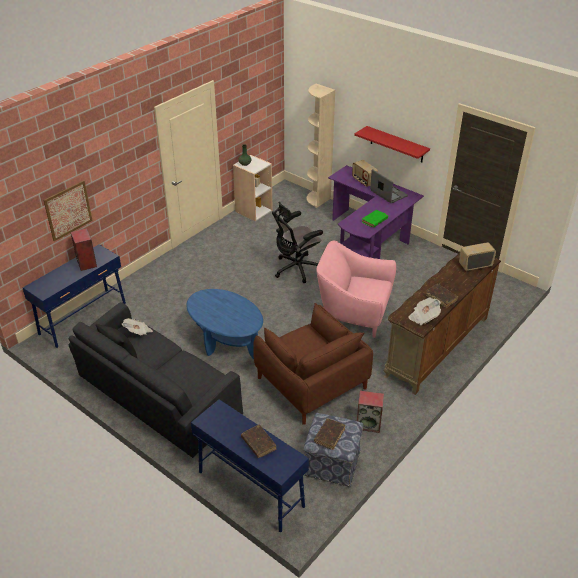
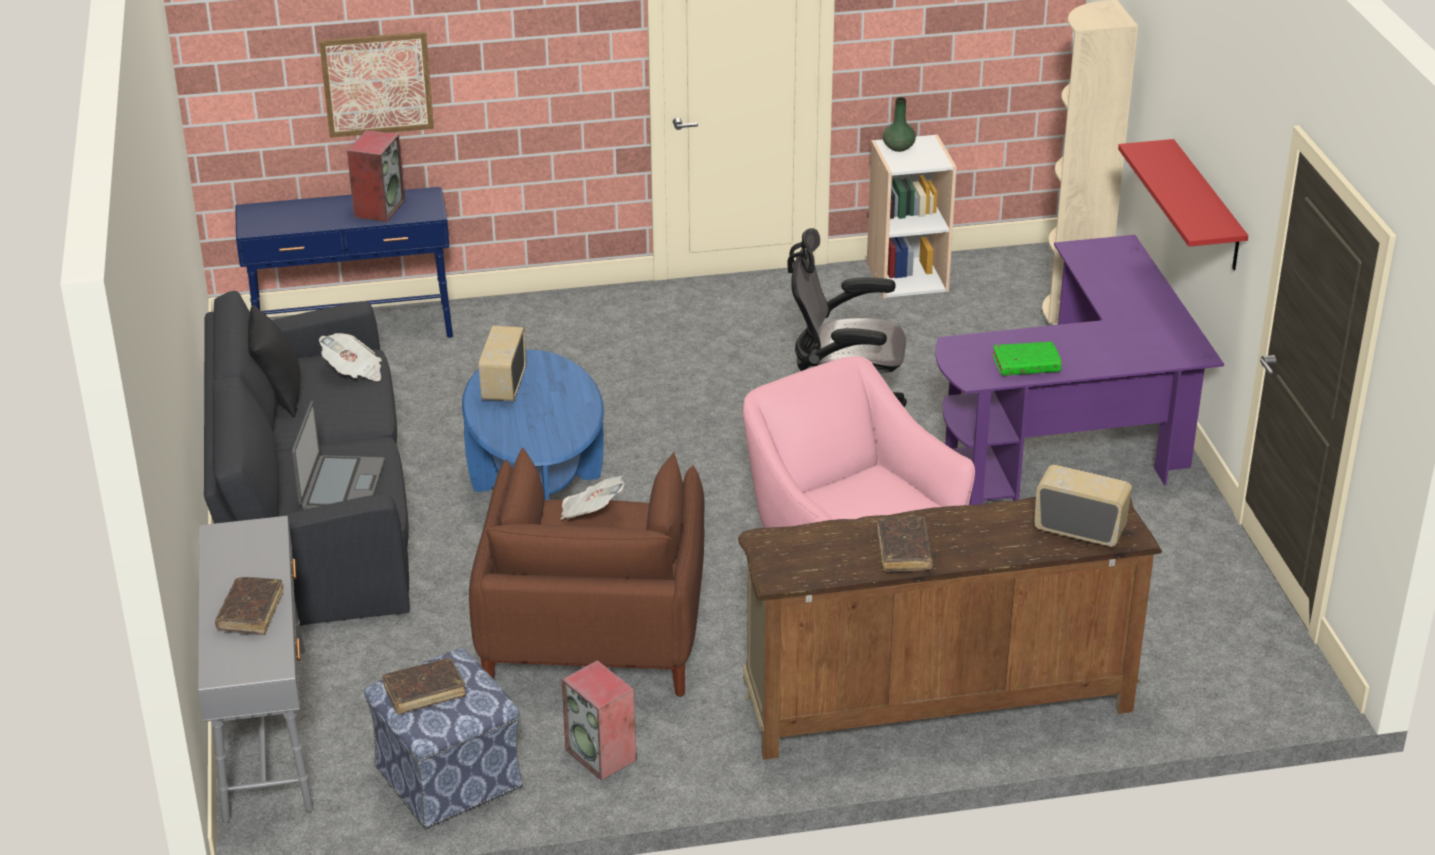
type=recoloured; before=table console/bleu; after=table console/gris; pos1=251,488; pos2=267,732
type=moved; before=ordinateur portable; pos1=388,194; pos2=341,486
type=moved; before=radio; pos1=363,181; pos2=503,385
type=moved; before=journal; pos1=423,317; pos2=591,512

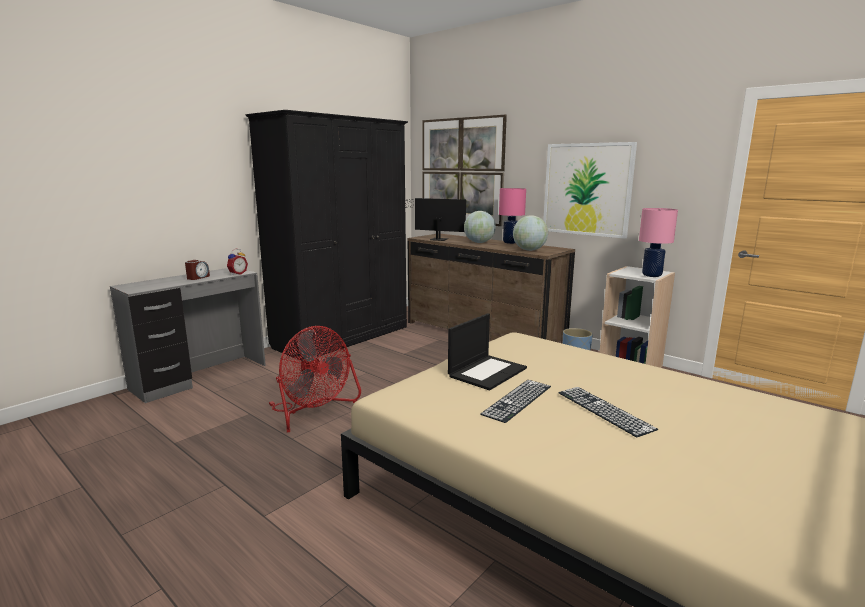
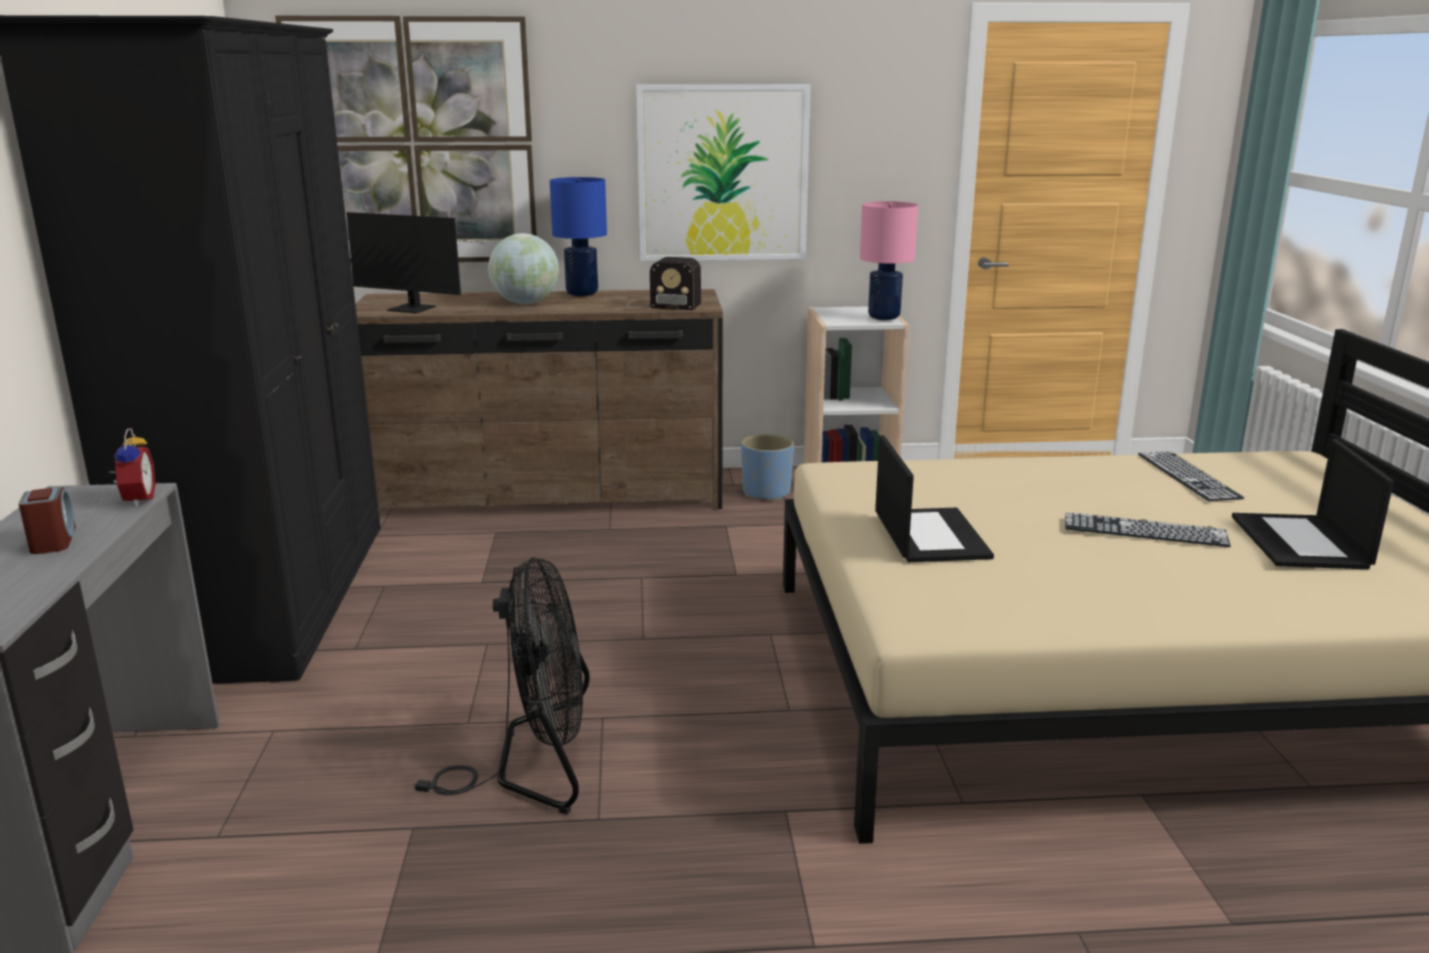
type=turned; before=écran d'ordinateur; pos1=436,239; pos2=416,309; turn=-135
type=recoloured; before=ventilateur/rouge; after=ventilateur/noir; pos1=311,412; pos2=532,759
type=recoloured; before=lampe de table/rose; after=lampe de table/bleu; pos1=510,243; pos2=582,295
type=replaced; before=globe; after=radio; pos1=529,250; pos2=660,304
type=moved; before=clavier; pos1=517,400; pos2=1188,476
type=added; after=ordinateur portable; pos2=1301,542

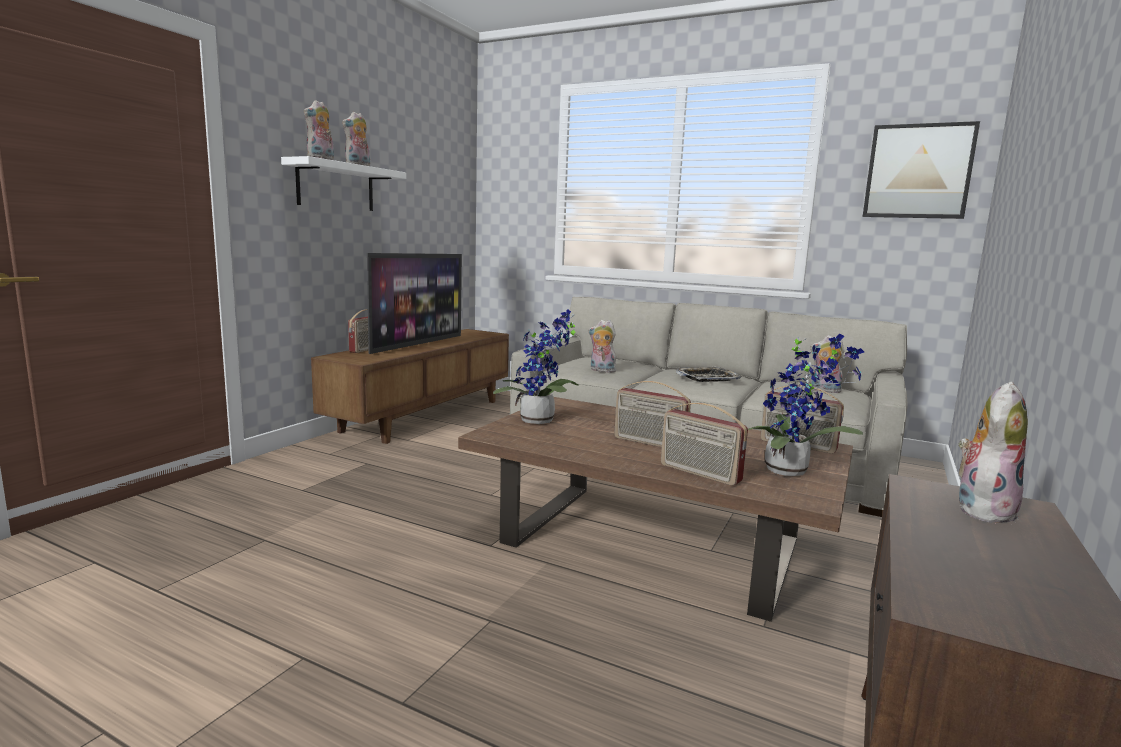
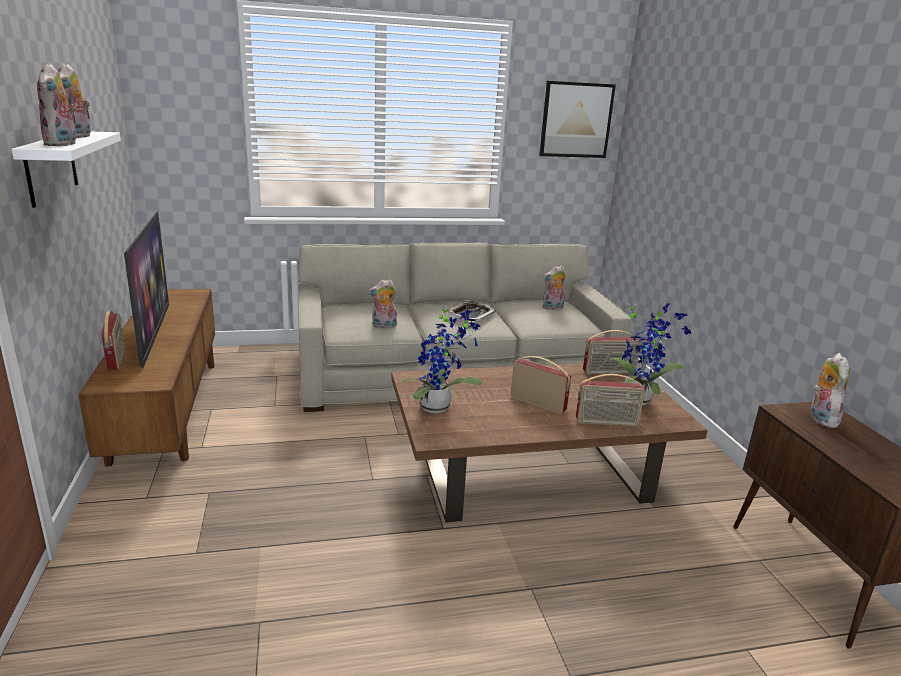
type=turned; before=radio; pos1=649,443; pos2=538,403; turn=-135

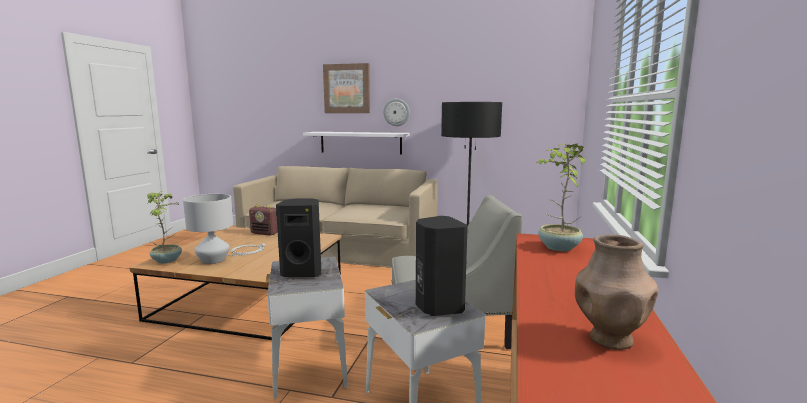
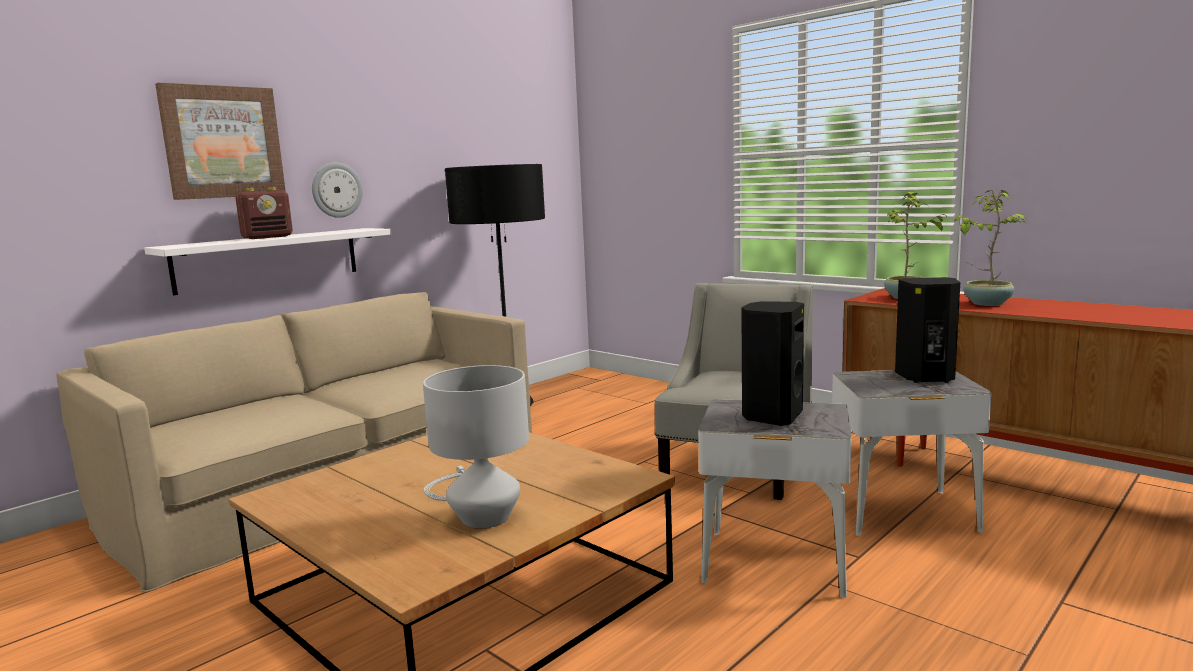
type=moved; before=radio; pos1=265,233; pos2=268,237
type=moved; before=plante en pot; pos1=167,260; pos2=986,303
type=removed; before=vase/marron; pos1=609,339

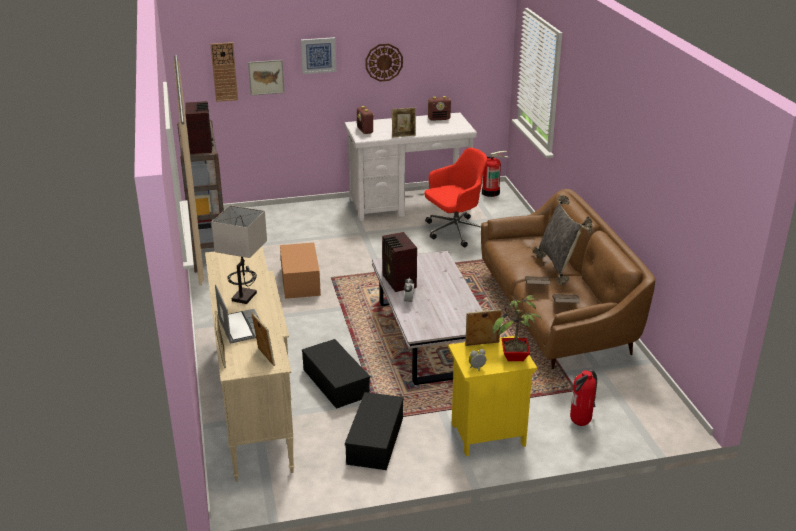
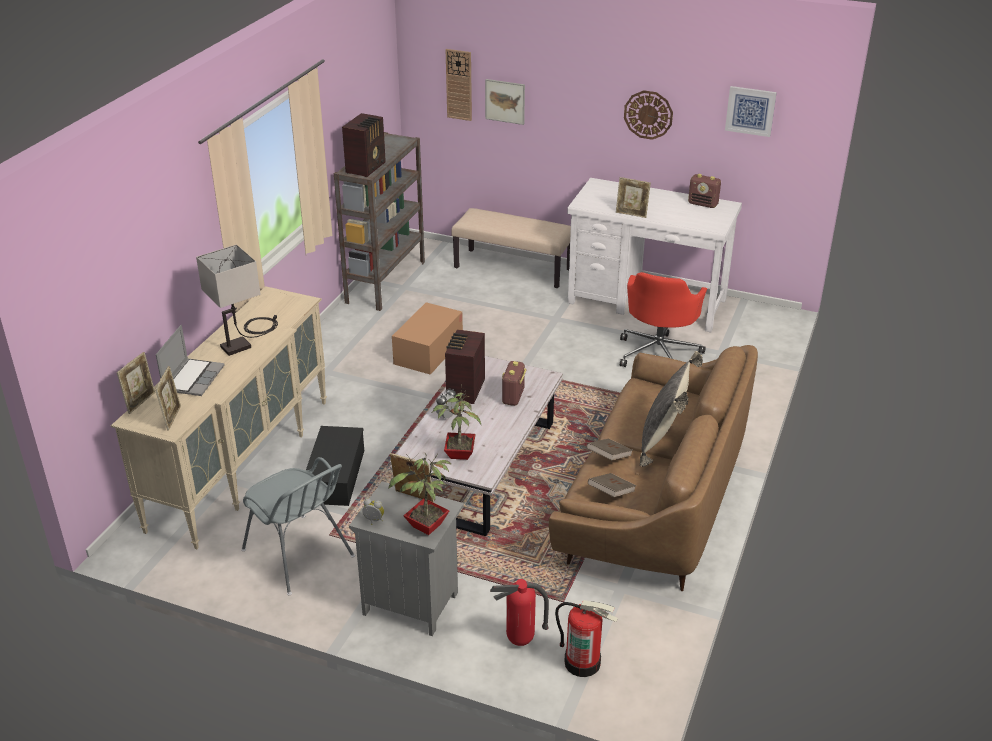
type=replaced; before=boîte de rangement/noir; after=chaise/gris; pos1=376,441; pos2=300,555
type=recoloured; before=table de chevet/jaune; after=table de chevet/gris; pos1=486,433; pos2=410,601
type=added; after=plante en pot; pos2=458,454
type=added; after=banc/beige; pos2=513,268
type=moved; before=radio; pos1=365,130; pos2=513,397
type=moved; before=extincteur; pos1=490,192; pos2=583,662
type=turned; before=chaise de bureau/rouge; pos1=454,231; pos2=658,353; turn=105
type=moved; before=tableau; pos1=318,55; pos2=750,111

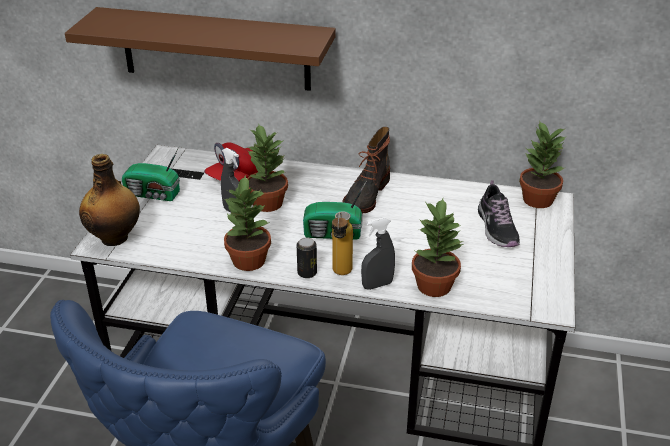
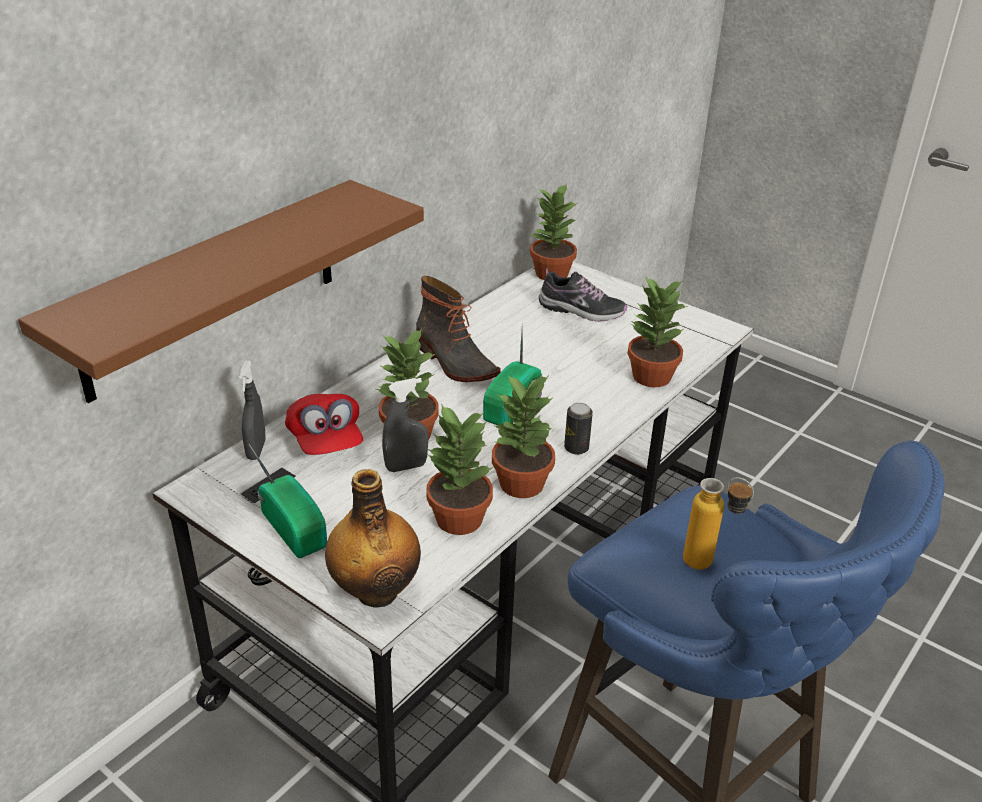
type=moved; before=vaporisateur/gris; pos1=377,285; pos2=256,450
type=turned; before=radio; pos1=153,194; pos2=295,527; turn=-75
type=added; after=plante en pot; pos2=457,519
type=moved; before=bouteille; pos1=341,275; pos2=708,566

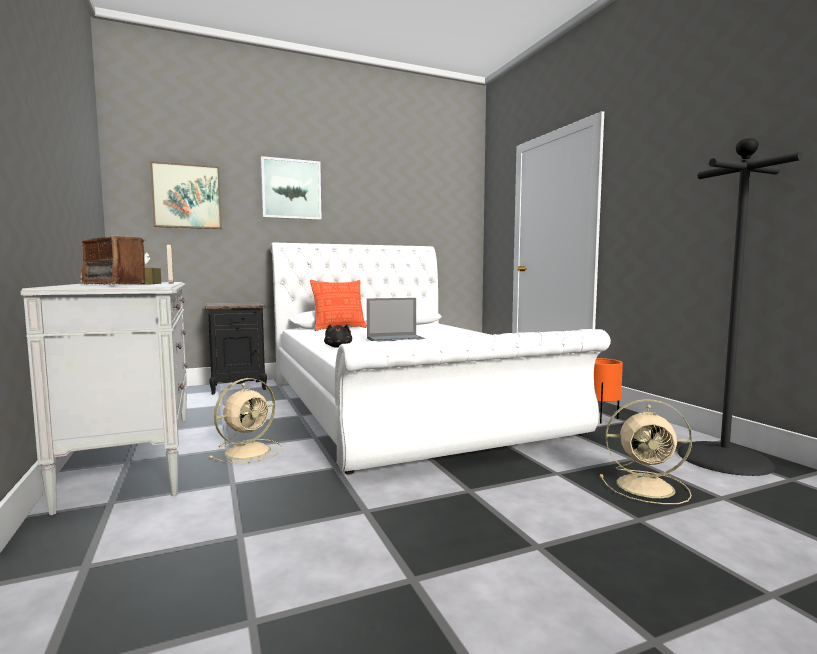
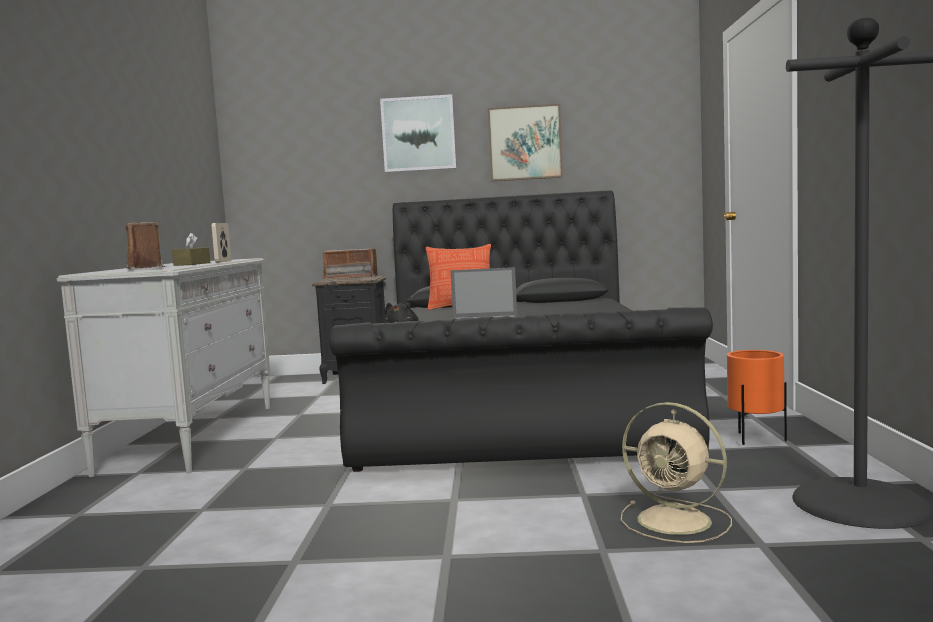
type=added; after=radio; pos2=351,278
type=recoloured; before=lit/blanc; after=lit/noir; pos1=403,403; pos2=515,404
type=moved; before=tableau; pos1=187,196; pos2=525,143
type=removed; before=ventilateur/beige; pos1=249,451

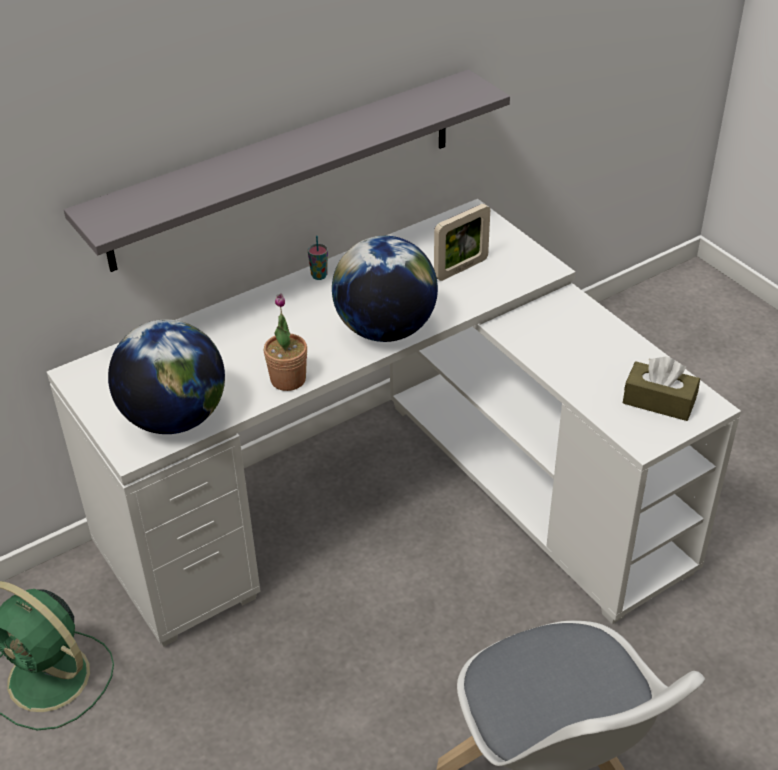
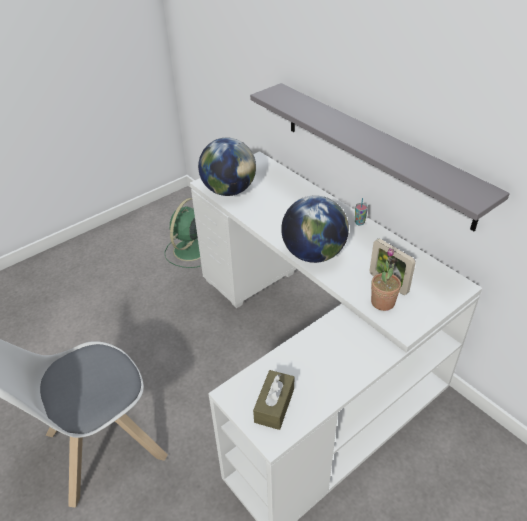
type=moved; before=plante en pot; pos1=288,379; pos2=382,302

